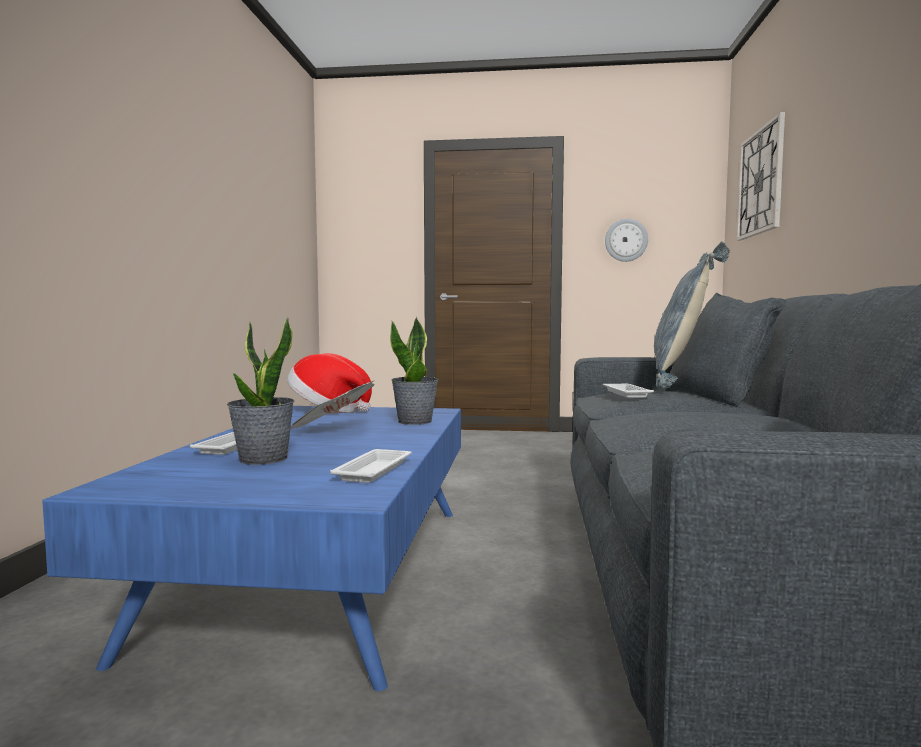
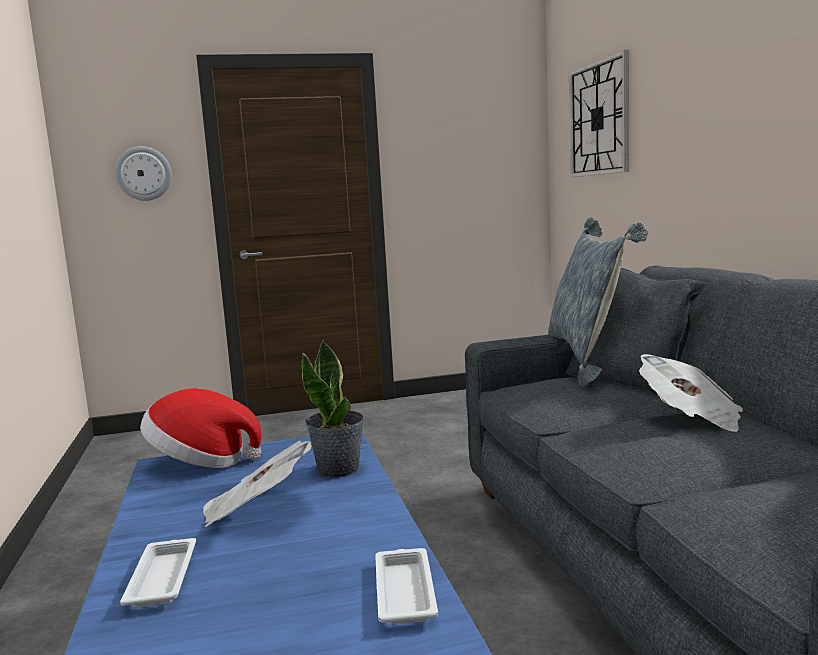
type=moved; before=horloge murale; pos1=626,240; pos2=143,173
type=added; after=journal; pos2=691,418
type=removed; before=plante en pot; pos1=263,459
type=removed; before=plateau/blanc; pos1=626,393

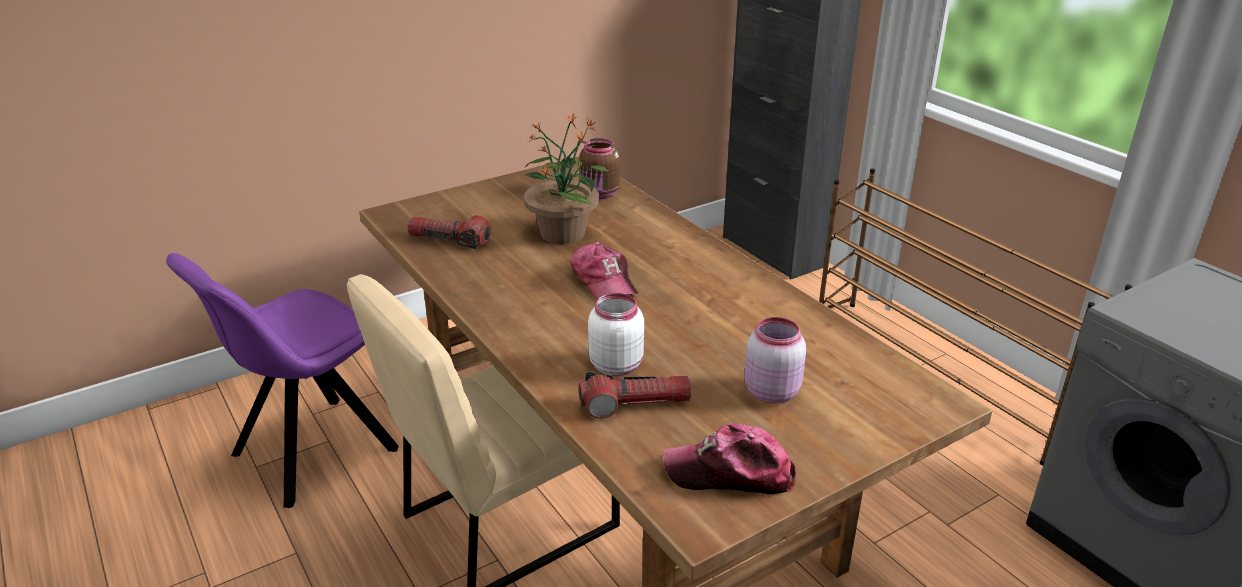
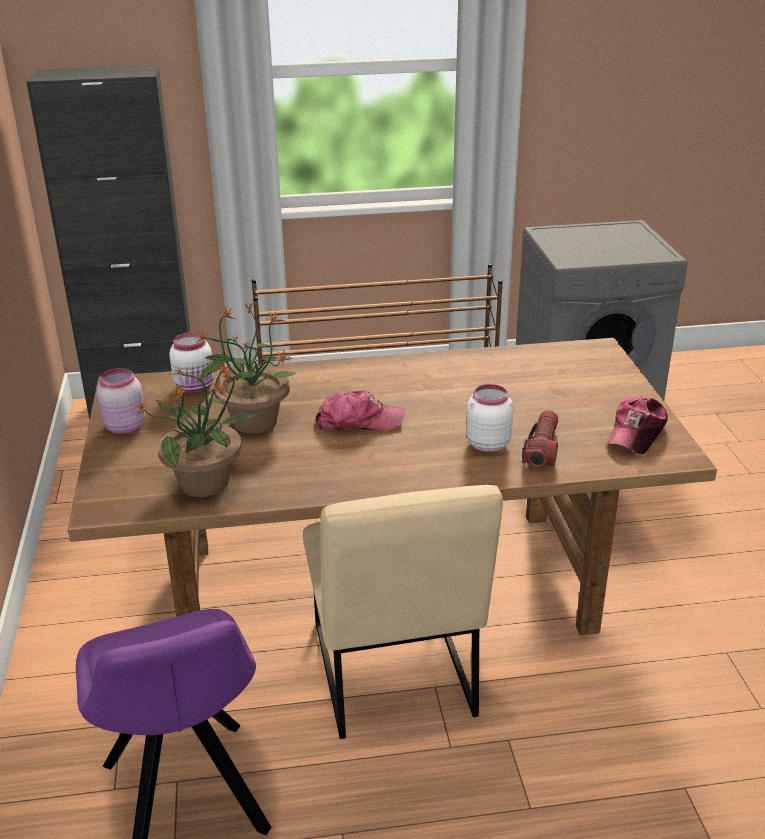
type=moved; before=bocal/rose; pos1=770,391; pos2=123,427
type=replaced; before=lampe de poche; after=plante en pot; pos1=450,240; pos2=206,482
type=recoloured; before=bocal/marron; after=bocal/blanc; pos1=599,194; pos2=195,388

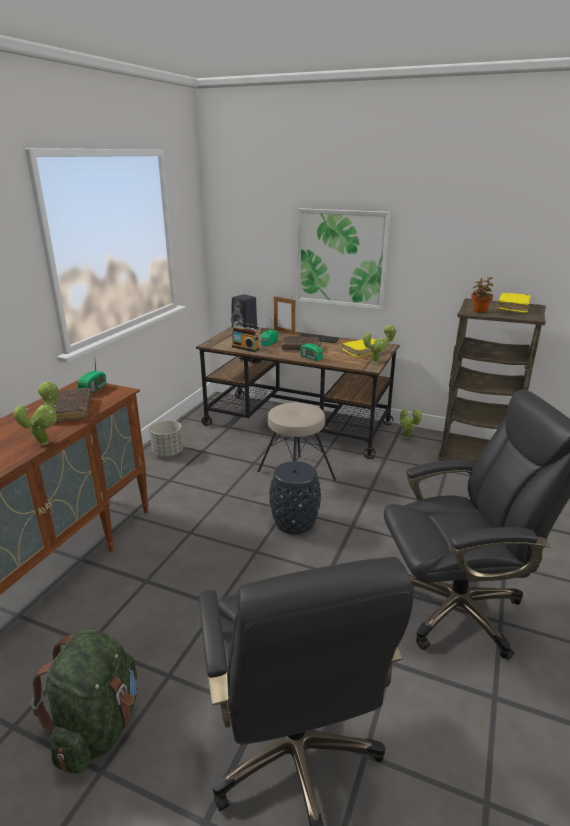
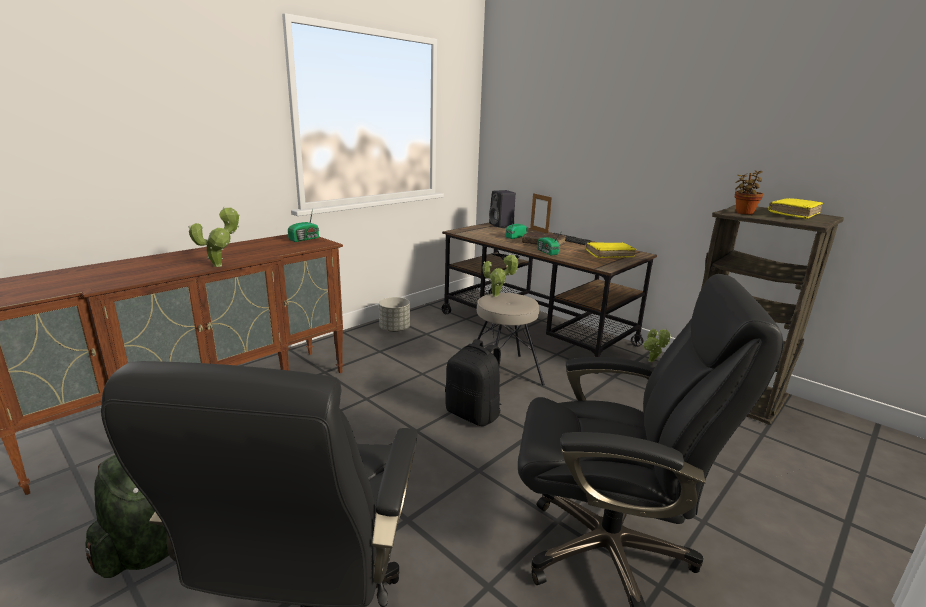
type=replaced; before=tabouret/noir; after=sac à dos/noir; pos1=295,522; pos2=474,414
type=moved; before=plante en pot; pos1=377,362; pos2=497,296
type=removed; before=livre/marron; pos1=71,410
type=removed; before=radio; pos1=246,348
type=removed; before=tableau; pos1=341,258

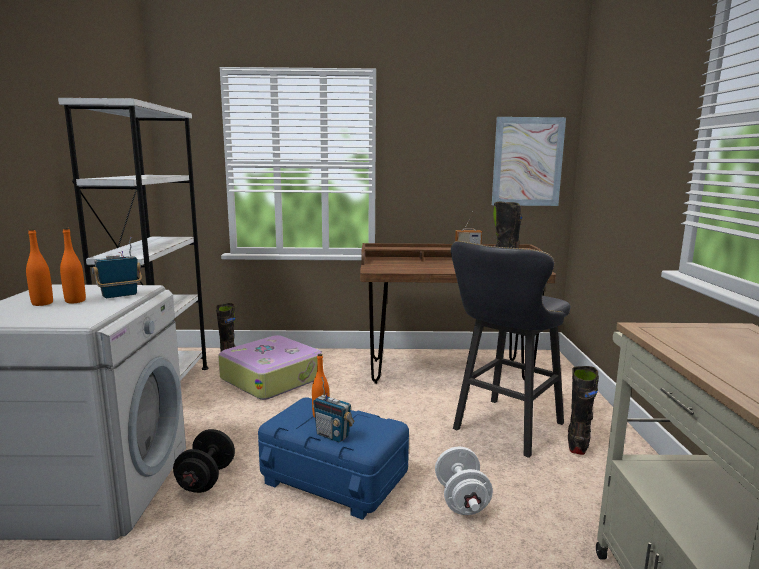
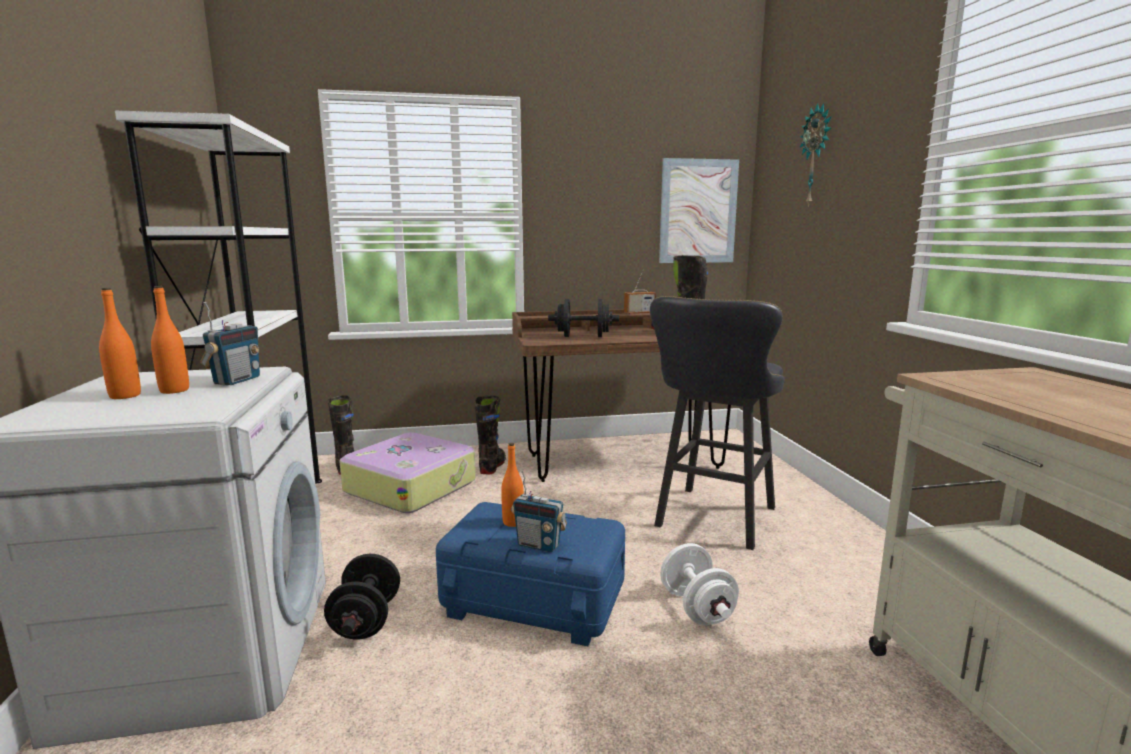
type=turned; before=radio; pos1=120,295; pos2=236,381; turn=150
type=moved; before=botte/noir; pos1=578,442; pos2=492,466
type=added; after=haltère/noir; pos2=583,336
type=added; after=horloge murale; pos2=816,156

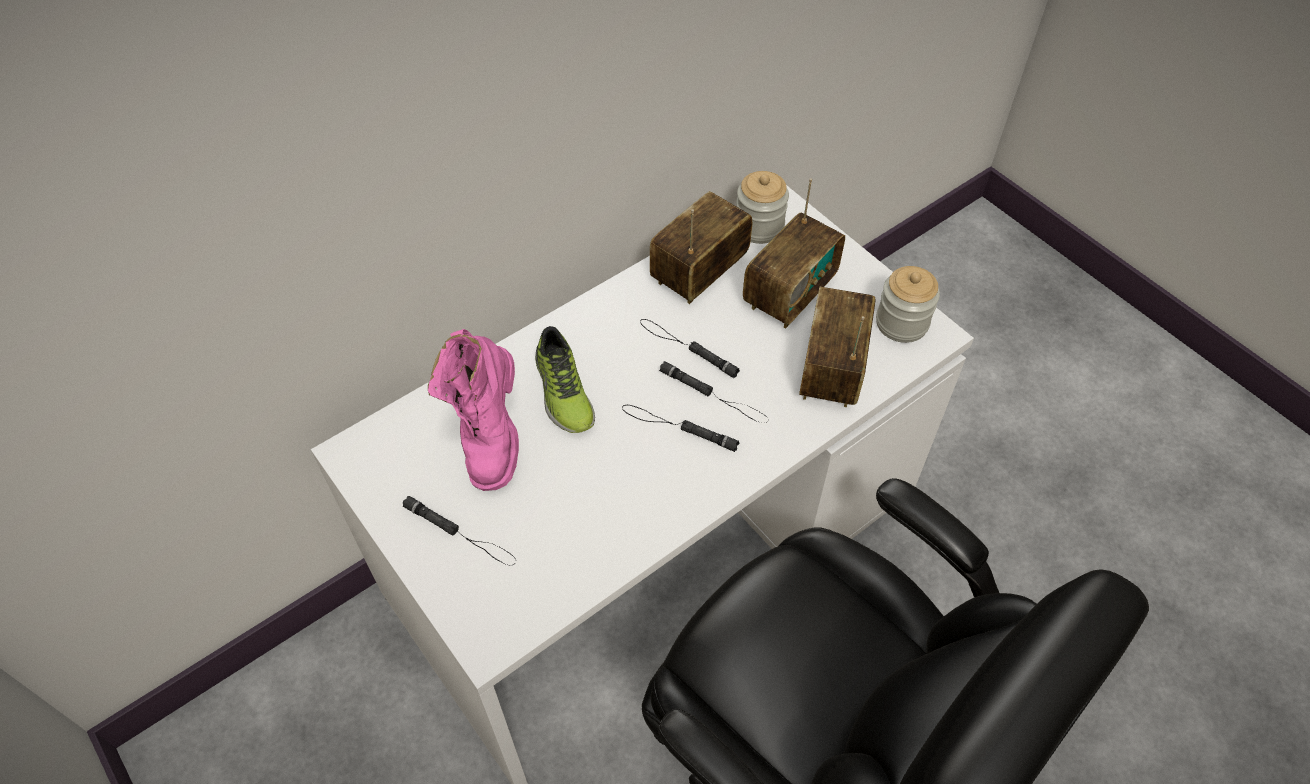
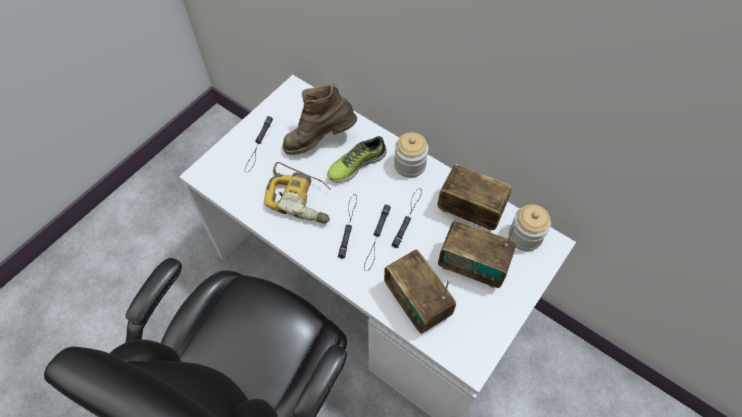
type=added; after=perceuse; pos2=301,198
type=recoloured; before=botte/rose; after=botte/marron; pos1=489,434; pos2=319,140
type=turned; before=radio; pos1=832,371; pos2=417,301; turn=-120
type=moved; before=bocal; pos1=901,323; pos2=410,165

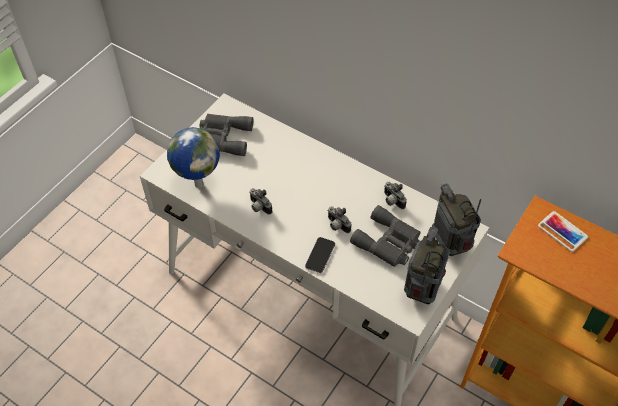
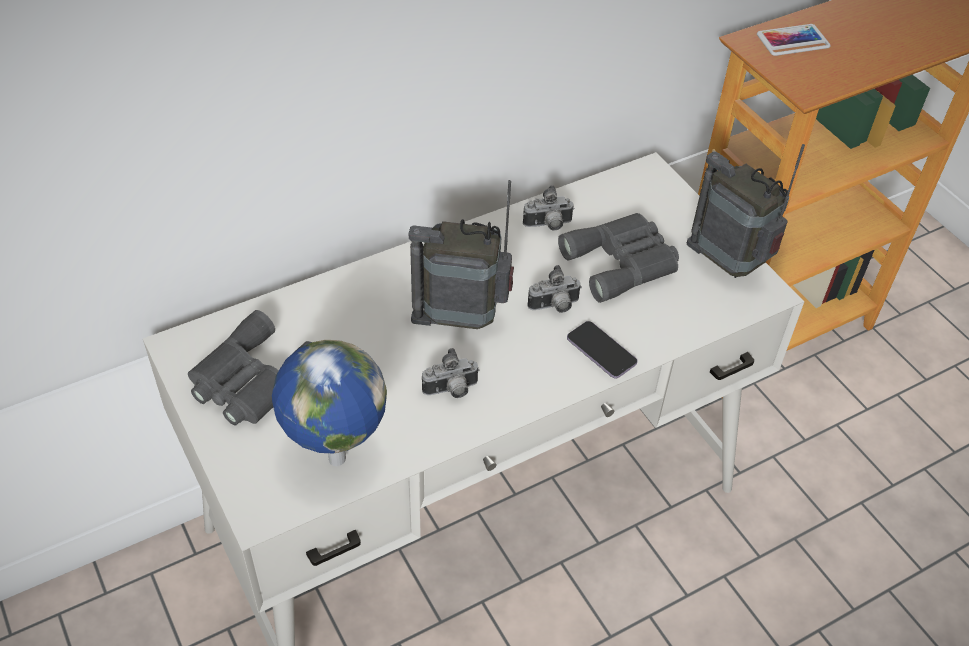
type=moved; before=radio; pos1=450,245; pos2=461,319

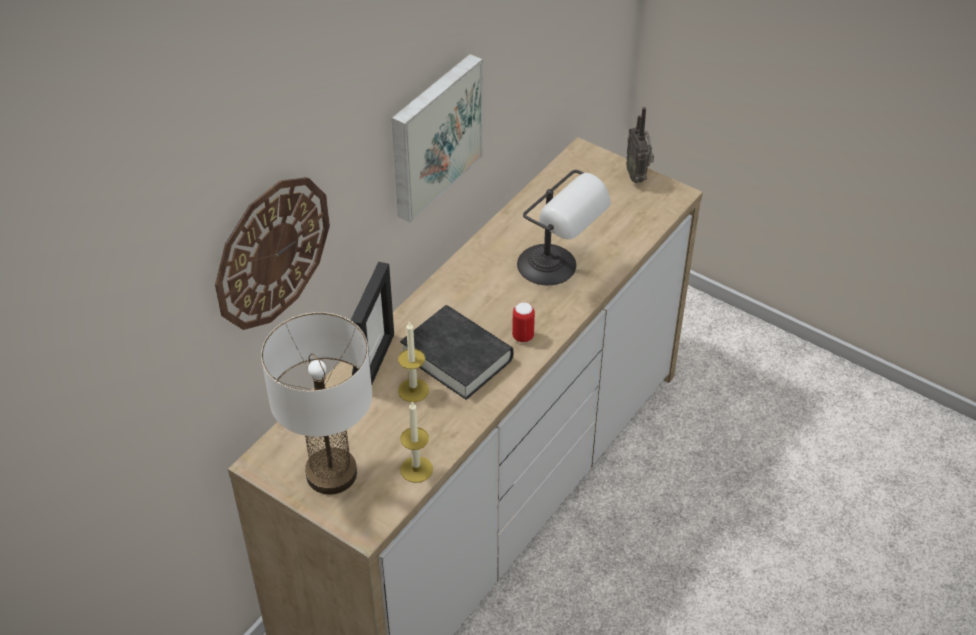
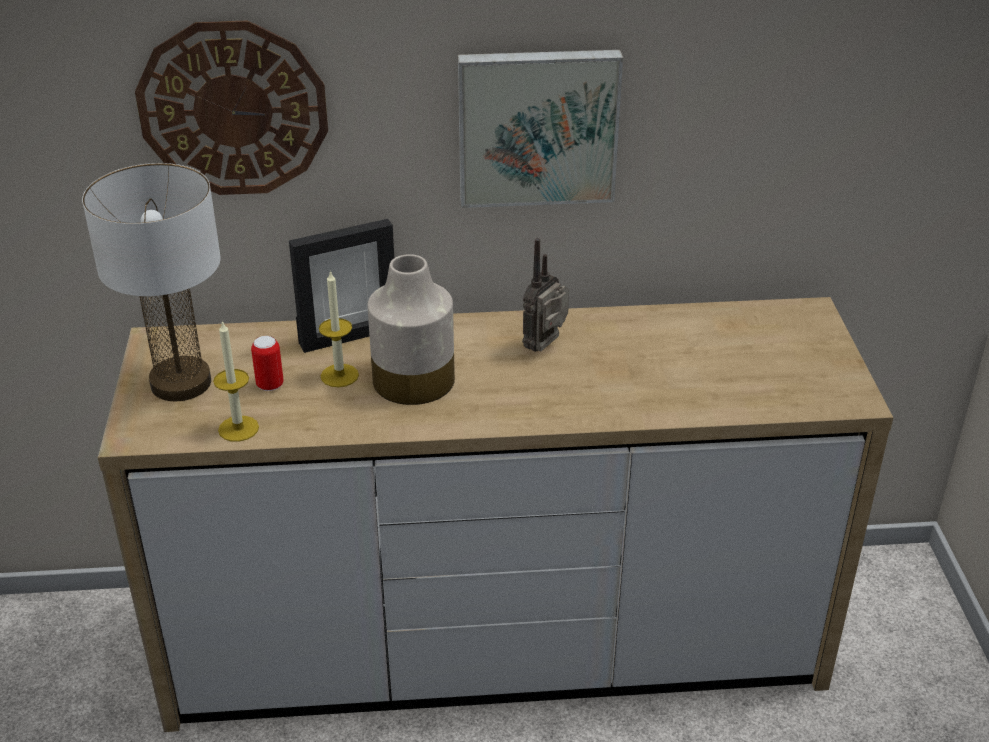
type=moved; before=boîte métallique; pos1=523,336; pos2=270,385
type=replaced; before=livre/noir; after=vase/beige; pos1=457,357; pos2=414,379
type=moved; before=radio; pos1=637,176; pos2=546,348
type=removed; before=lampe de table; pos1=558,269

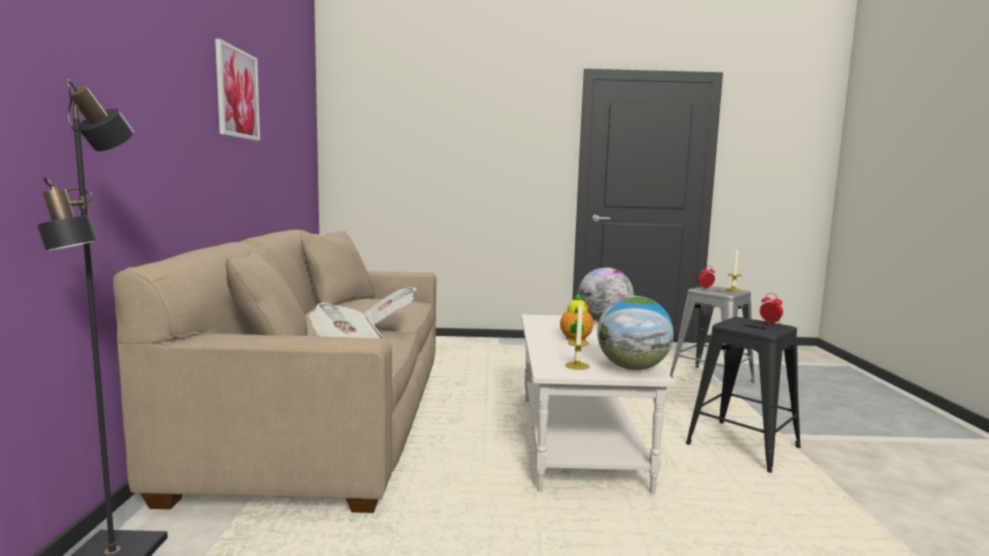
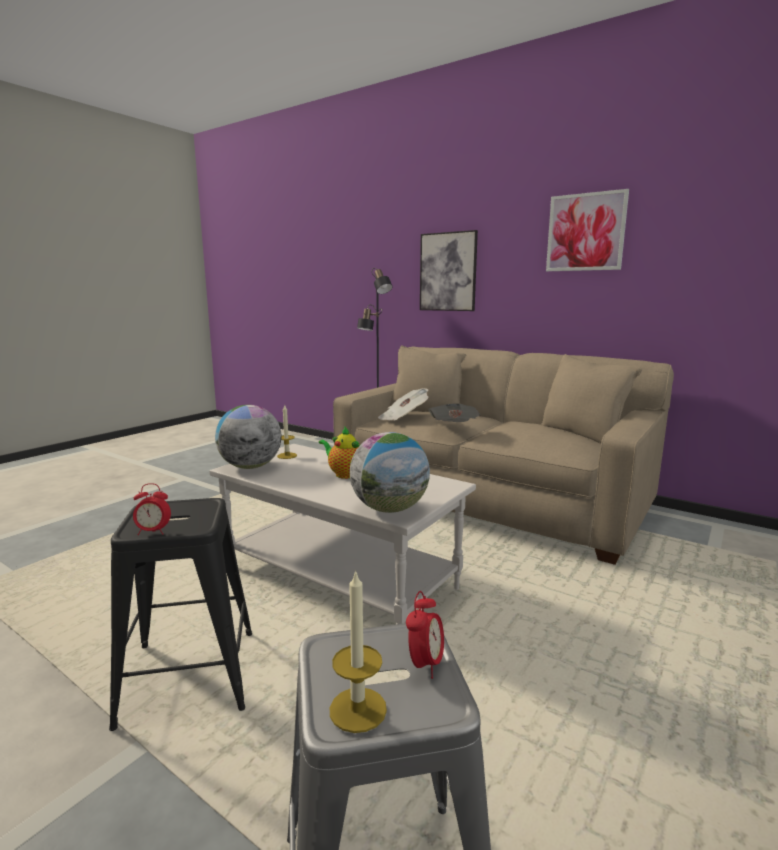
type=added; after=tableau; pos2=448,272

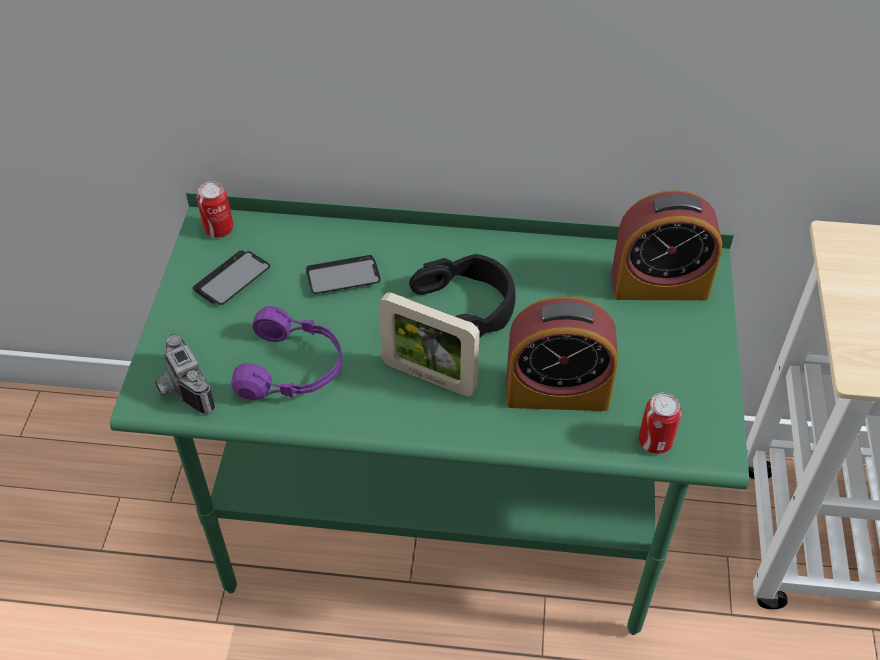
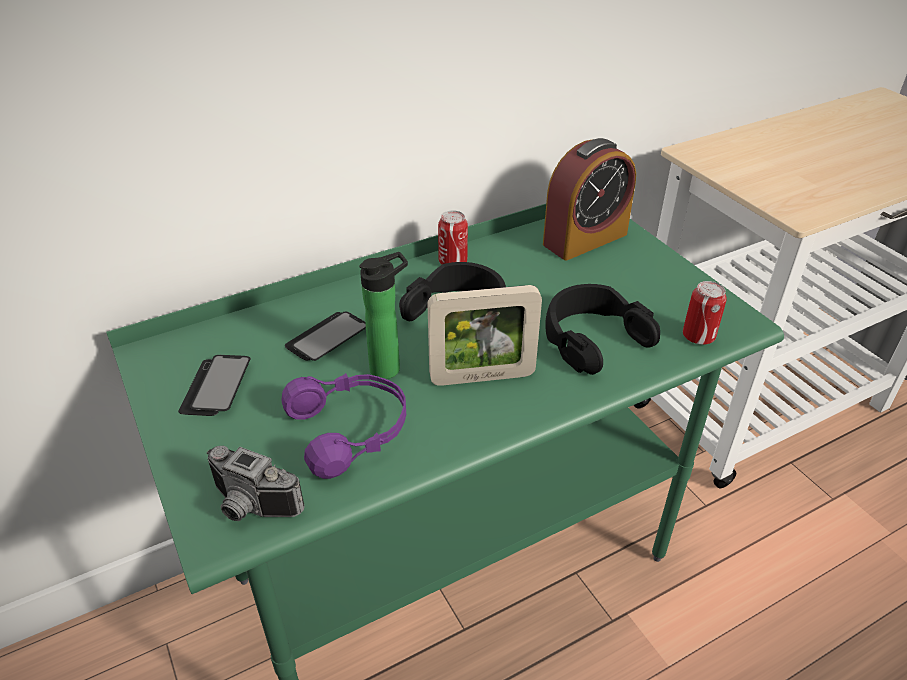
type=added; after=bouteille; pos2=389,368
type=moved; before=boîte métallique; pos1=219,229; pos2=453,262
type=replaced; before=réveil; after=casque audio/noir; pos1=557,391; pos2=593,338

